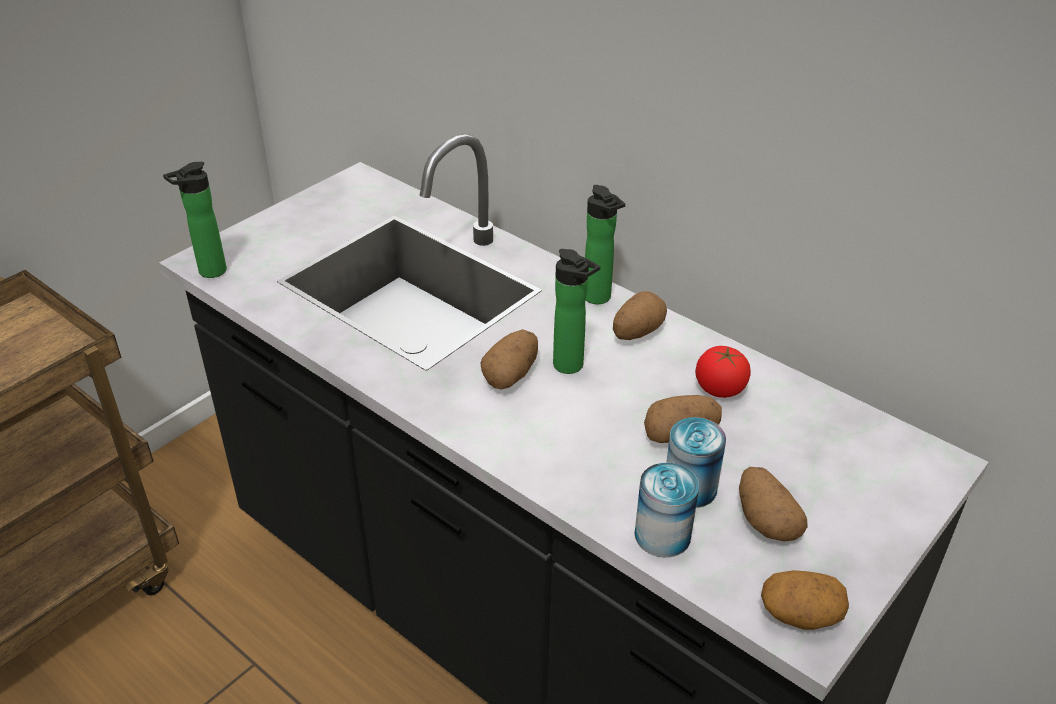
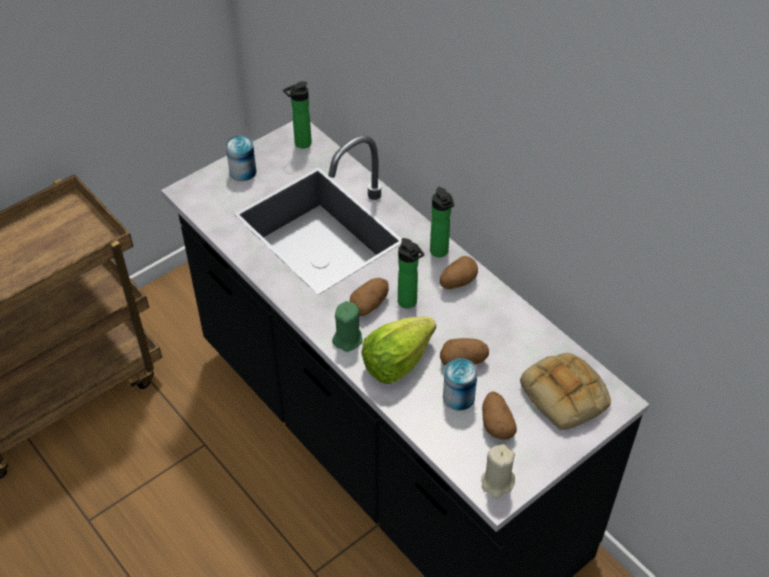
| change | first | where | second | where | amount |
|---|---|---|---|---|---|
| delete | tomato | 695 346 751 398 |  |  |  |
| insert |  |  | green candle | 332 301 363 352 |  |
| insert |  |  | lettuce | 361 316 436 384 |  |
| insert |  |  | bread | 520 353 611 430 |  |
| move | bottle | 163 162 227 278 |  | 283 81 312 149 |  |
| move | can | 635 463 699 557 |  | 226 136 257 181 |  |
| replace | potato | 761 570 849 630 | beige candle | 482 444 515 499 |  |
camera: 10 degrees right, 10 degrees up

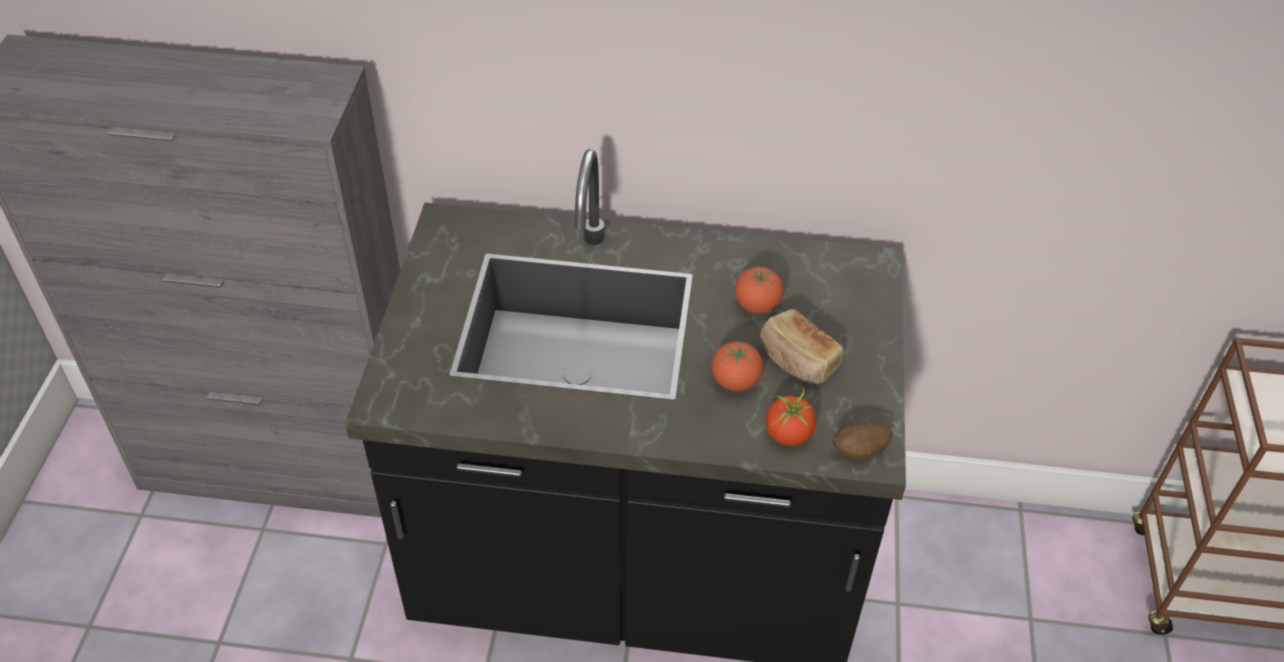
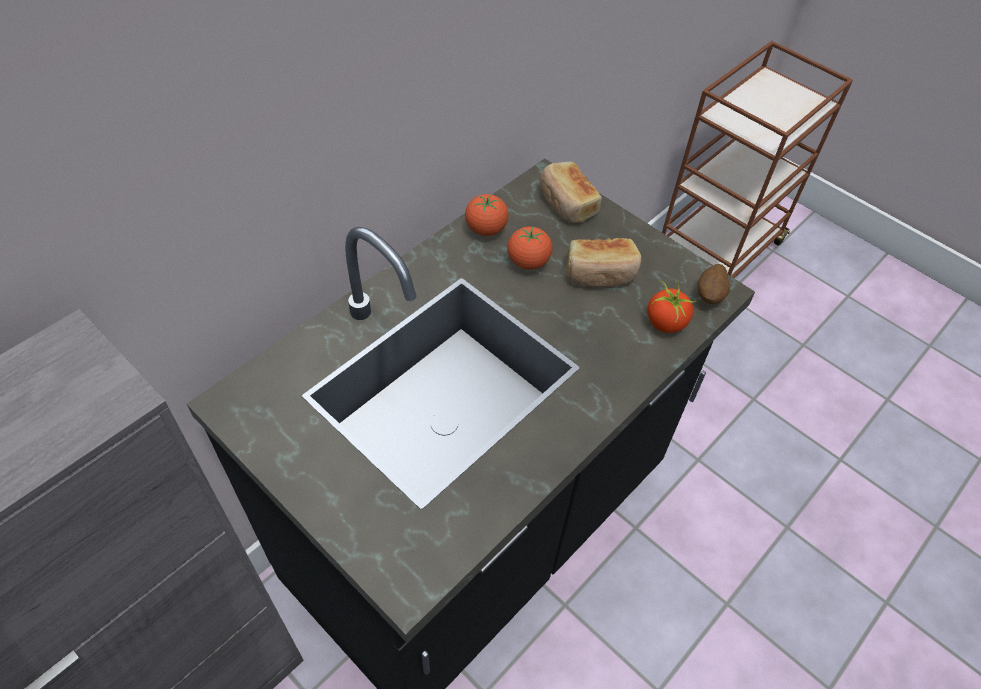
| change | first | where | second | where | amount |
|---|---|---|---|---|---|
| insert |  |  | bread | 540 162 602 223 |  |
| move | tomato | 711 341 763 391 |  | 465 194 509 236 |  |
camera: 55 degrees left, 5 degrees up

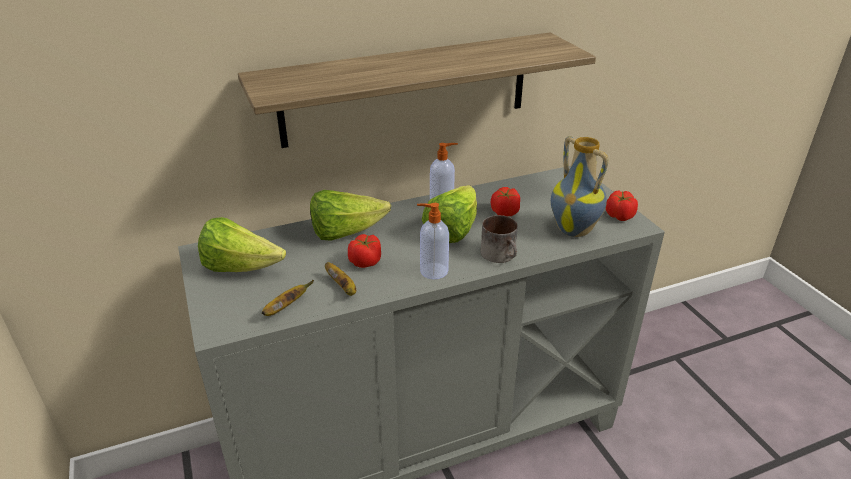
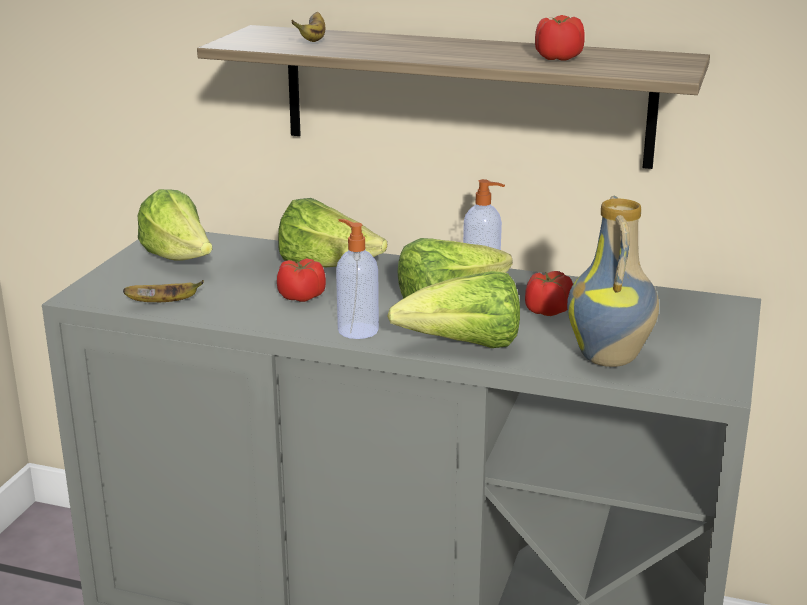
| change | first | where | second | where | amount |
|---|---|---|---|---|---|
| move | banana | 325 262 356 296 |  | 291 12 325 42 |  |
| move | tomato | 606 190 638 221 |  | 535 15 585 61 |  |
| replace | mug | 481 215 518 263 | lettuce | 387 271 520 348 |  |
camera: 40 degrees right, 10 degrees down

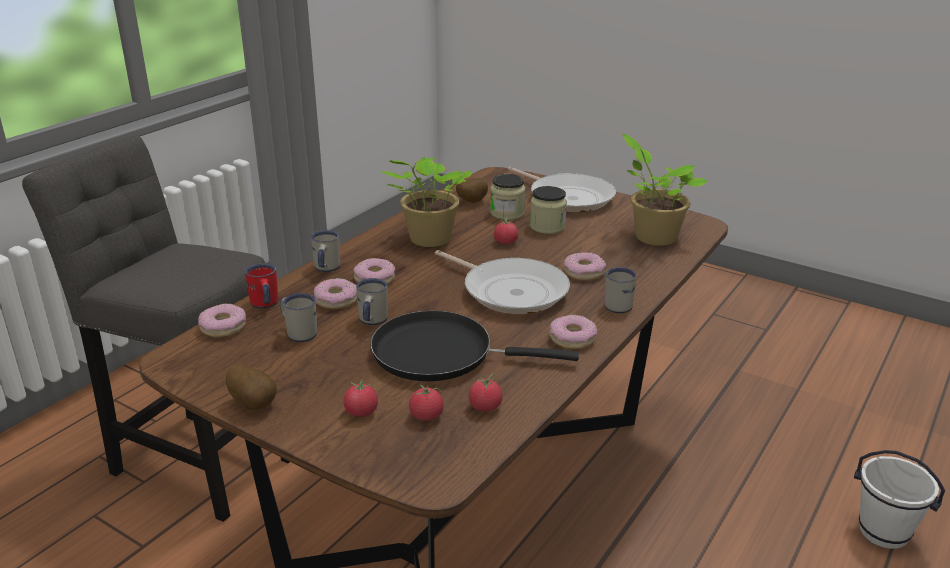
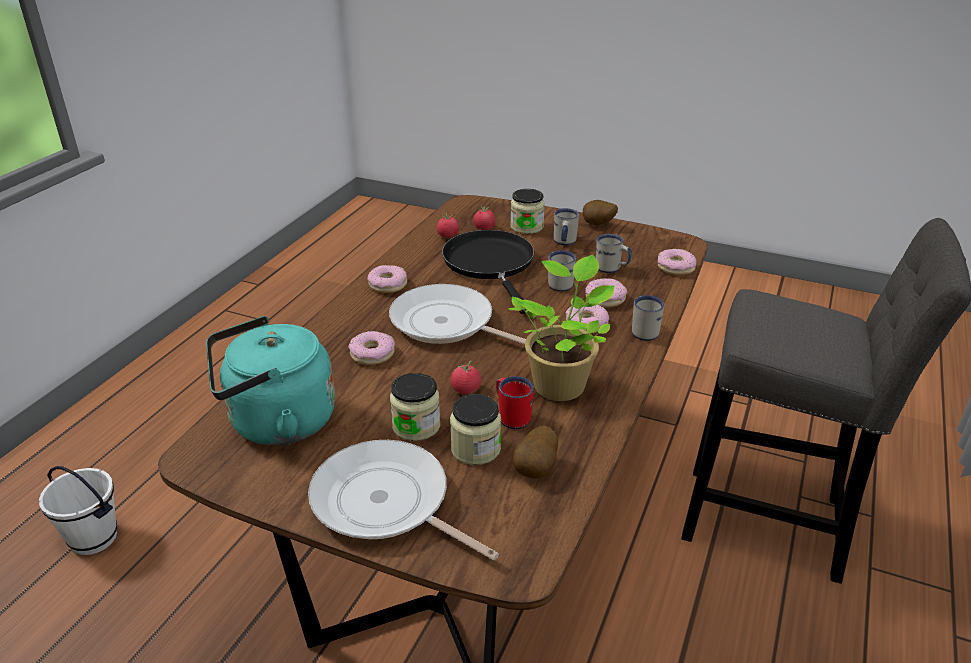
| change | first | where | second | where | amount |
|---|---|---|---|---|---|
| move | red mug | 245 263 278 309 |  | 496 376 534 429 |  |
| move | white mug | 605 267 636 313 |  | 554 208 579 245 |  |
| replace | tomato | 344 378 378 417 | jar | 510 189 545 234 |  |
| replace | potted plant | 622 134 708 246 | turquoise kettle | 206 316 335 445 |  |
| rotate | black frying pan | 371 311 579 381 |  | 442 230 534 314 | 105 degrees counterclockwise |
camera: 170 degrees right, 5 degrees up

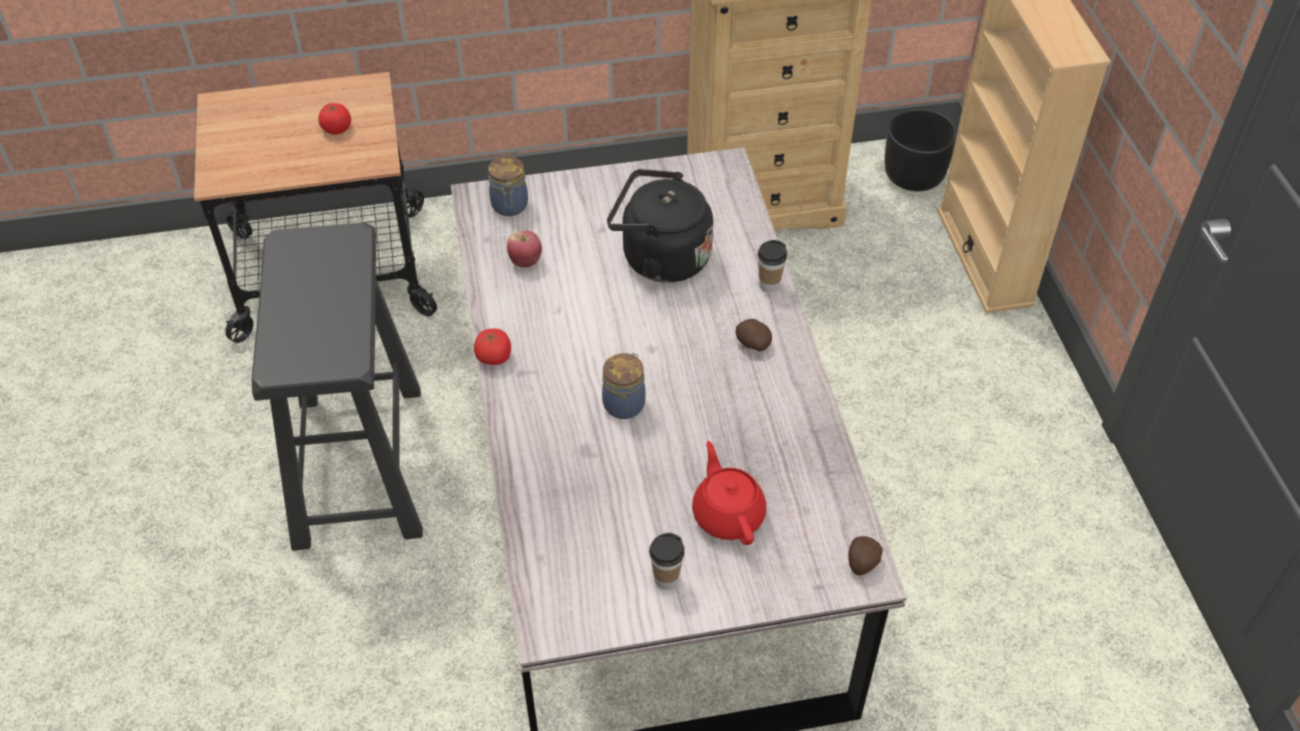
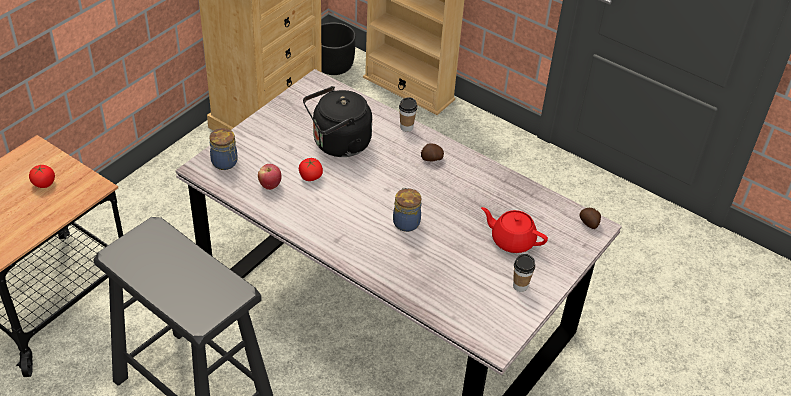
| change | first | where | second | where | amount |
|---|---|---|---|---|---|
| move | tomato | 474 329 511 365 |  | 299 158 323 181 |  |
camera: 45 degrees left, 5 degrees down

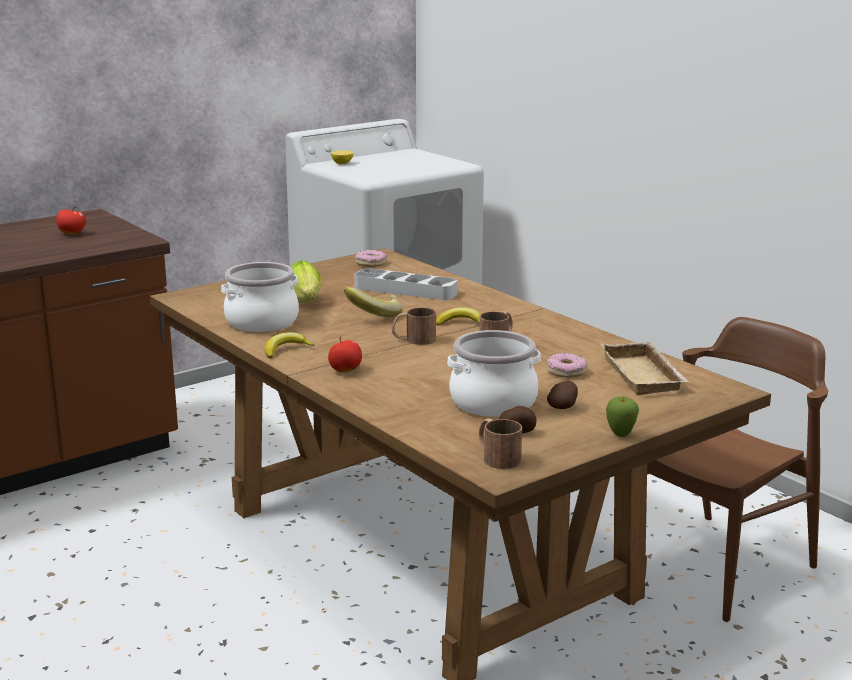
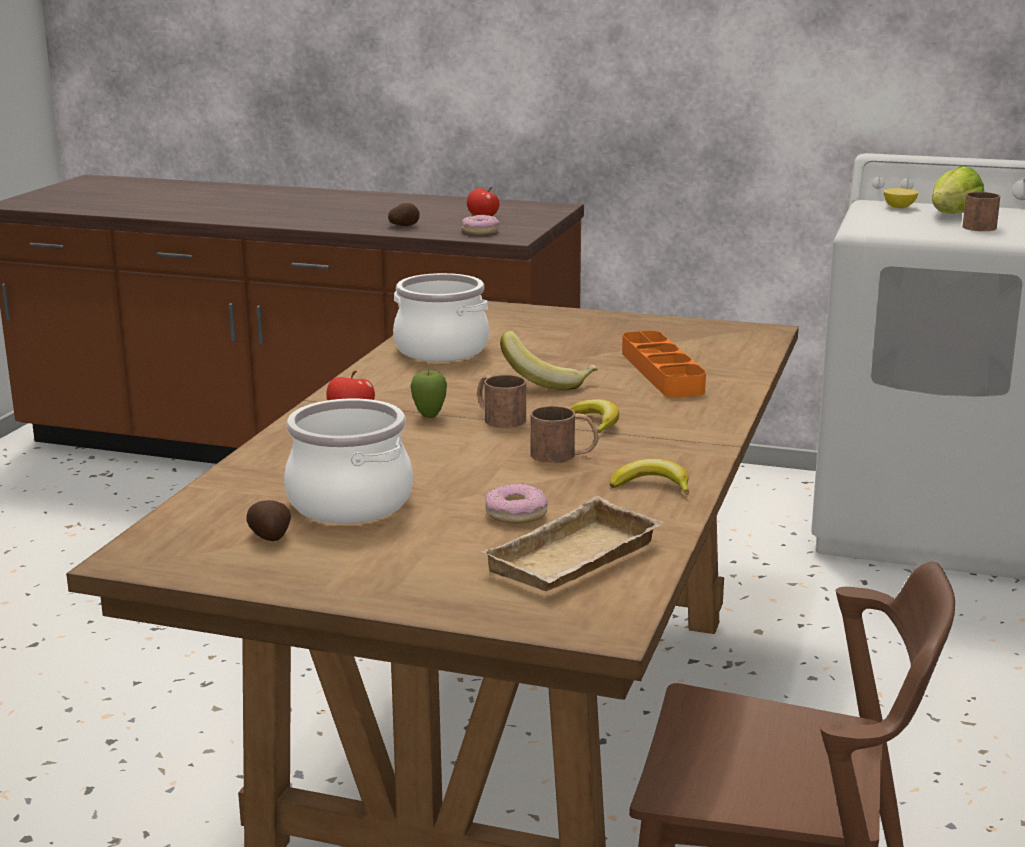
| change | first | where | second | where | amount |
|---|---|---|---|---|---|
| move | banana | 265 332 315 358 |  | 610 459 689 495 |  |
| move | lettuce | 291 261 322 303 |  | 932 166 984 214 |  |
| move | donut | 355 250 387 267 |  | 462 215 500 235 |  |
| move | brown mug | 479 418 522 469 |  | 962 191 1000 231 |  |
| move | potato | 547 381 578 409 |  | 388 203 420 226 |  |
| move | apple | 606 396 639 437 |  | 411 370 447 418 |  |
| recolor | grey tray | 354 268 458 300 | orange tray | 622 331 706 397 |  |
camera: 55 degrees right, 0 degrees up

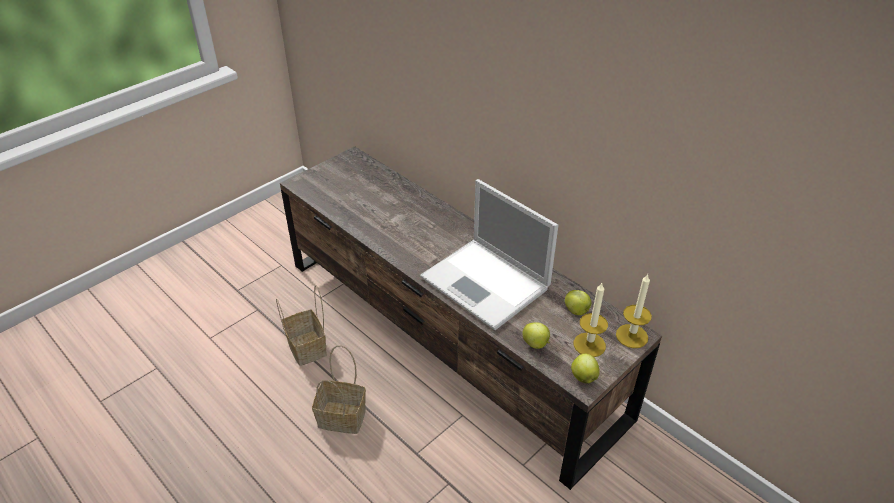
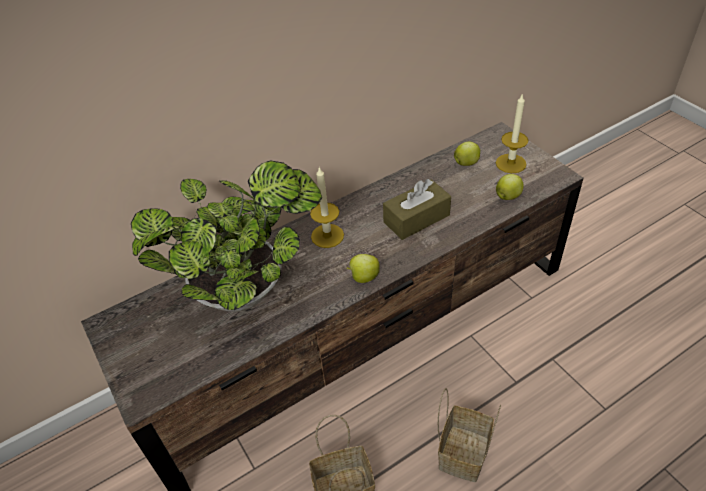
| change | first | where | second | where | amount |
|---|---|---|---|---|---|
| insert |  |  | potted plant | 131 160 322 312 |  |
| move | apple | 571 353 600 384 |  | 347 254 380 283 |  |
| move | candle | 616 274 652 348 |  | 310 166 344 248 |  |
| replace | laptop | 420 179 558 330 | brown tissue box | 383 179 451 240 |  |
camera: 75 degrees left, 5 degrees up

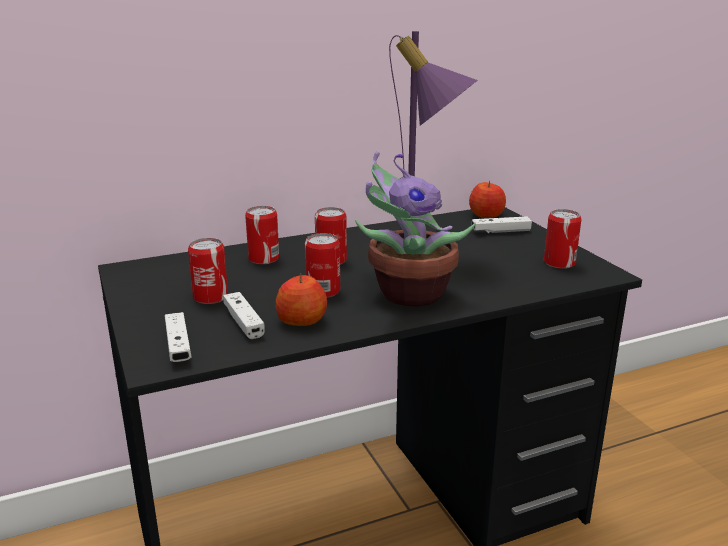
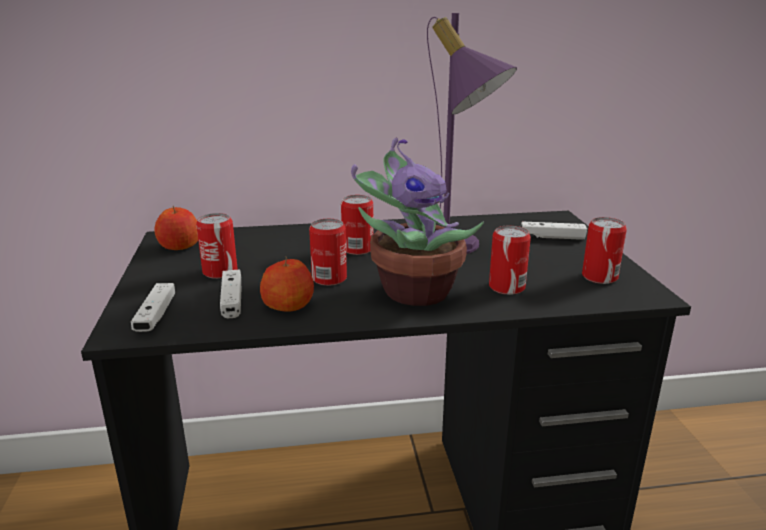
| change | first | where | second | where | amount |
|---|---|---|---|---|---|
| move | can | 245 206 279 264 |  | 489 226 531 295 |  |
| move | apple | 469 180 506 218 |  | 154 206 198 250 |  |
camera: 15 degrees right, 0 degrees up

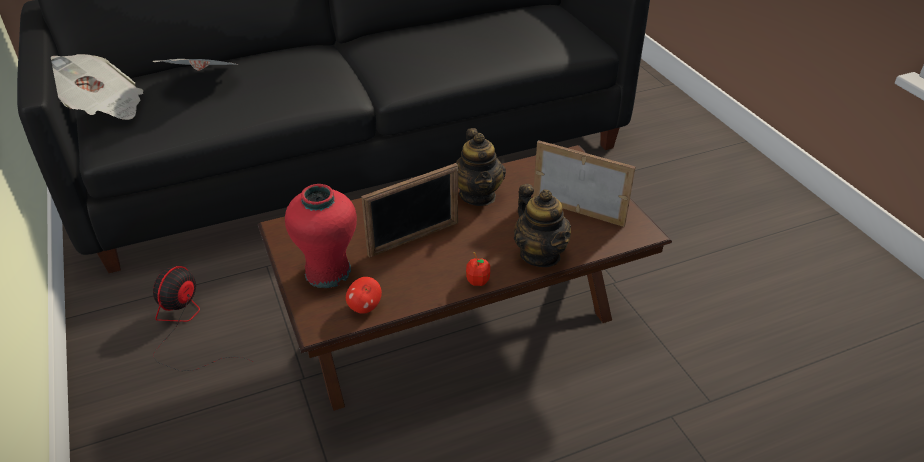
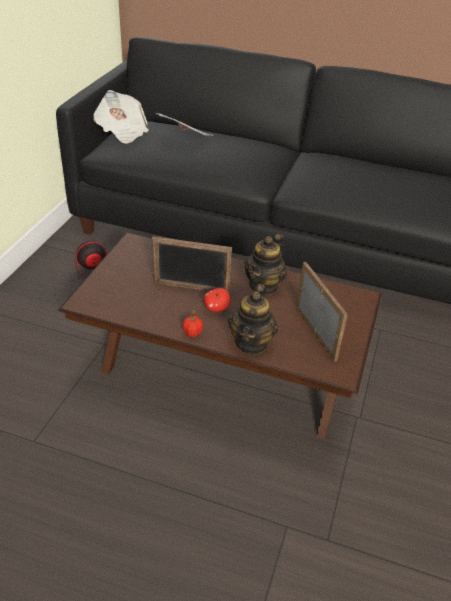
| change | first | where | second | where | amount |
|---|---|---|---|---|---|
| delete | red vase | 285 184 357 288 |  |  |  |
| move | apple | 346 277 382 314 |  | 203 288 231 312 |  |
camera: 40 degrees right, 0 degrees up

